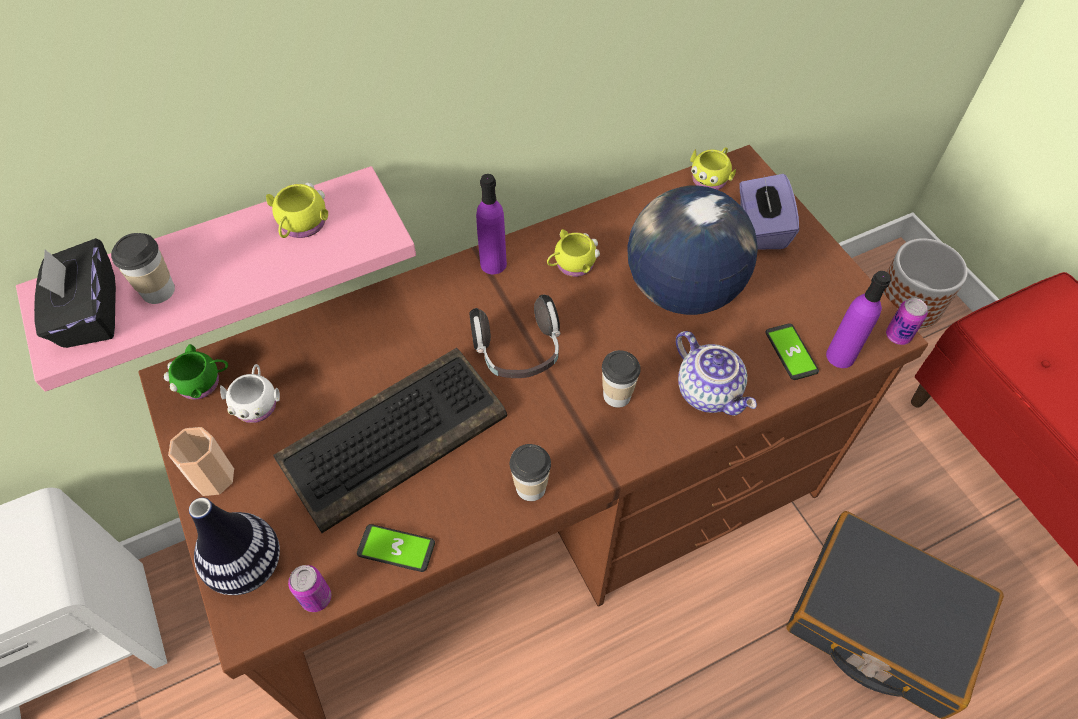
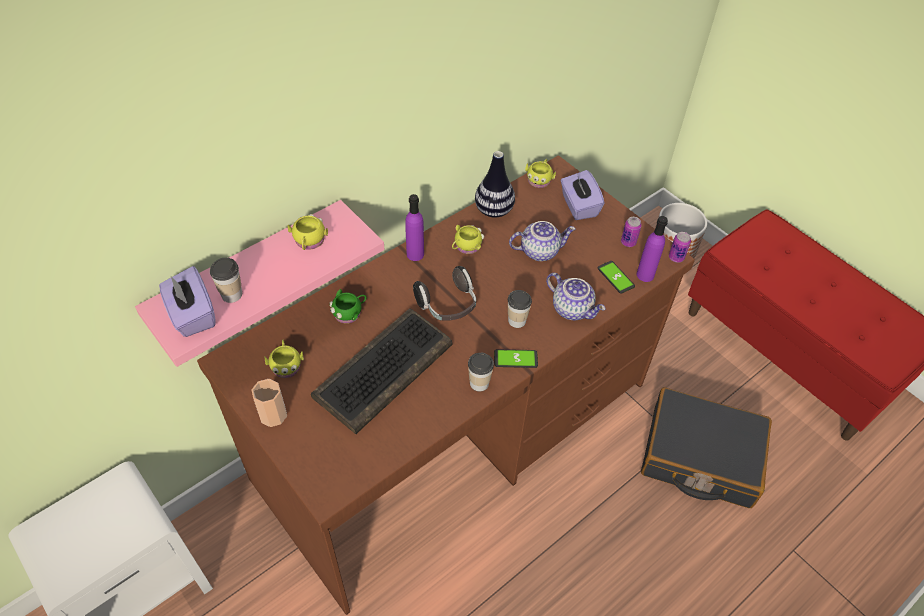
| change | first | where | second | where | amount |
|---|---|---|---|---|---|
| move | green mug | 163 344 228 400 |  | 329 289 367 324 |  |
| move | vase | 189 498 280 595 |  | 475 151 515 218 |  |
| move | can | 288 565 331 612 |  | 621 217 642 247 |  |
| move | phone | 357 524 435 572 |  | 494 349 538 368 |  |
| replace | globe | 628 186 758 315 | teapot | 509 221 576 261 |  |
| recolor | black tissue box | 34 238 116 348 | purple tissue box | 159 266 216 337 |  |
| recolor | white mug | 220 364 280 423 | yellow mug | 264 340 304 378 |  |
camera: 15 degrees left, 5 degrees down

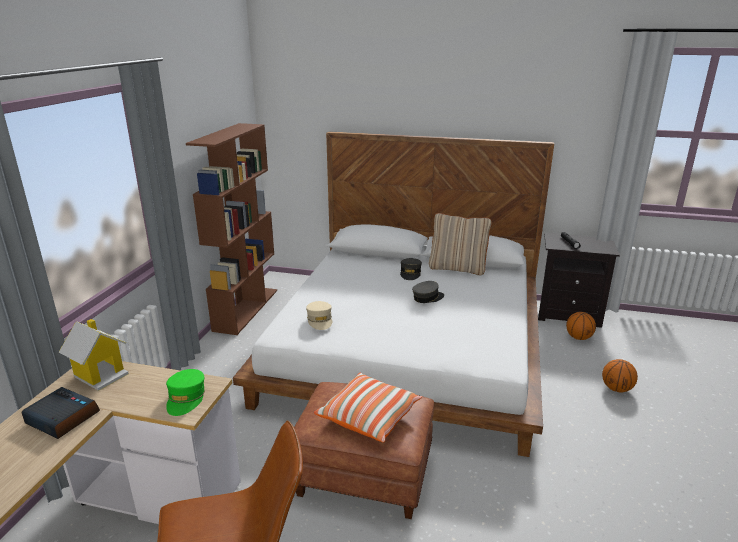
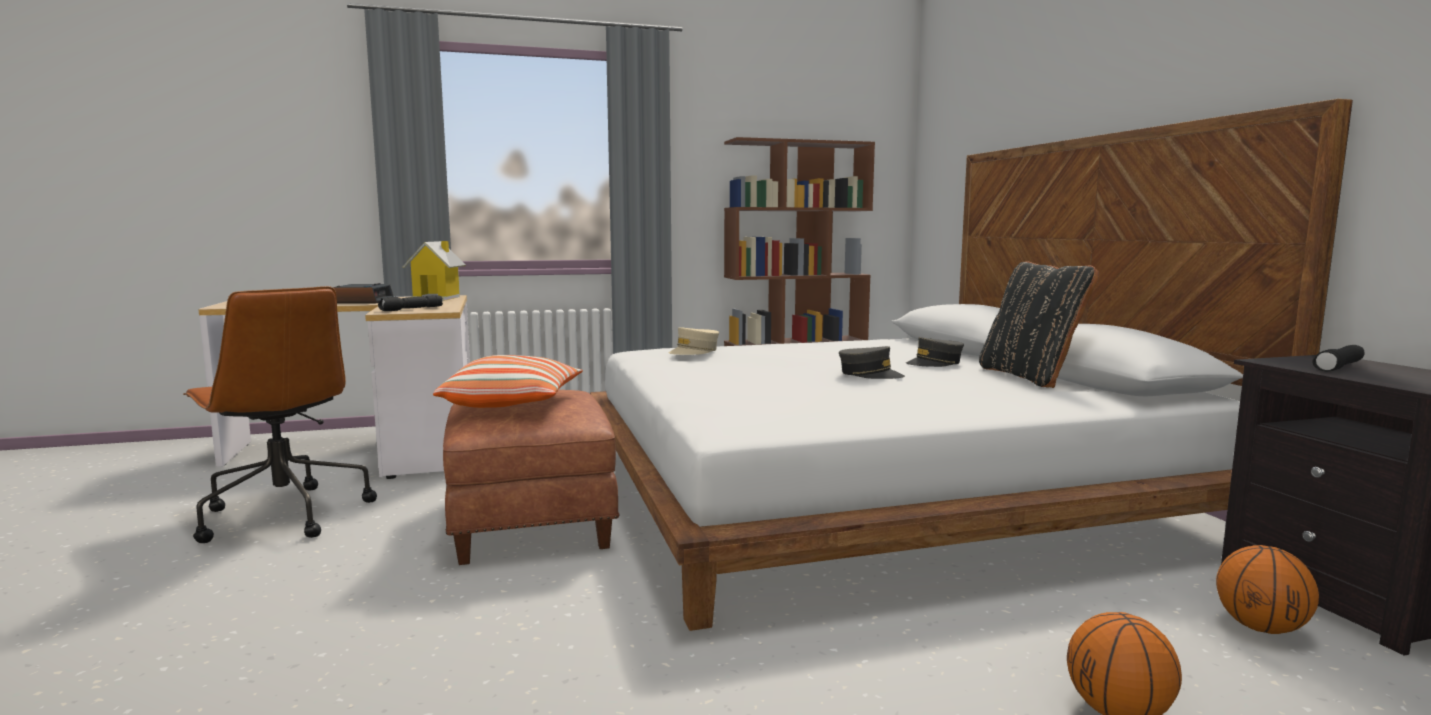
| change | first | where | second | where | amount |
|---|---|---|---|---|---|
| replace | green cap | 166 369 205 416 | black flashlight | 378 295 443 311 |  |
| recolor | beige pillow | 429 213 492 275 | black pillow | 979 261 1099 388 |  |
camera: 60 degrees right, 15 degrees down

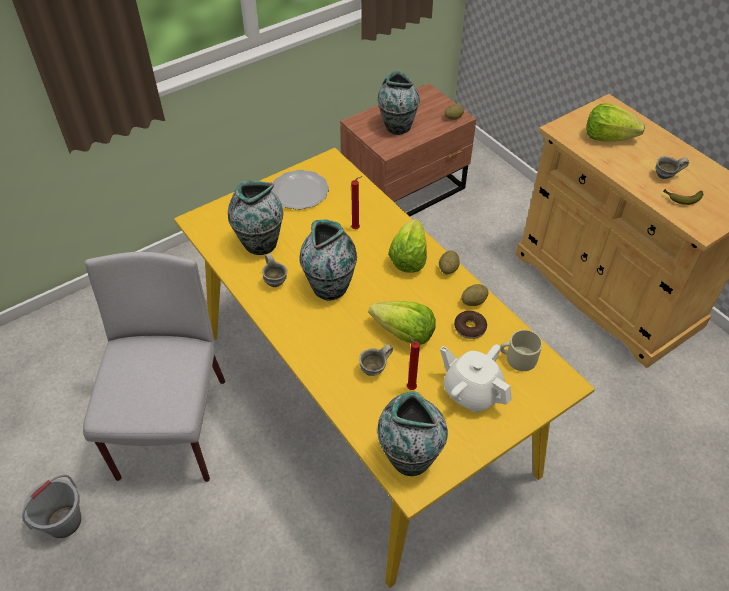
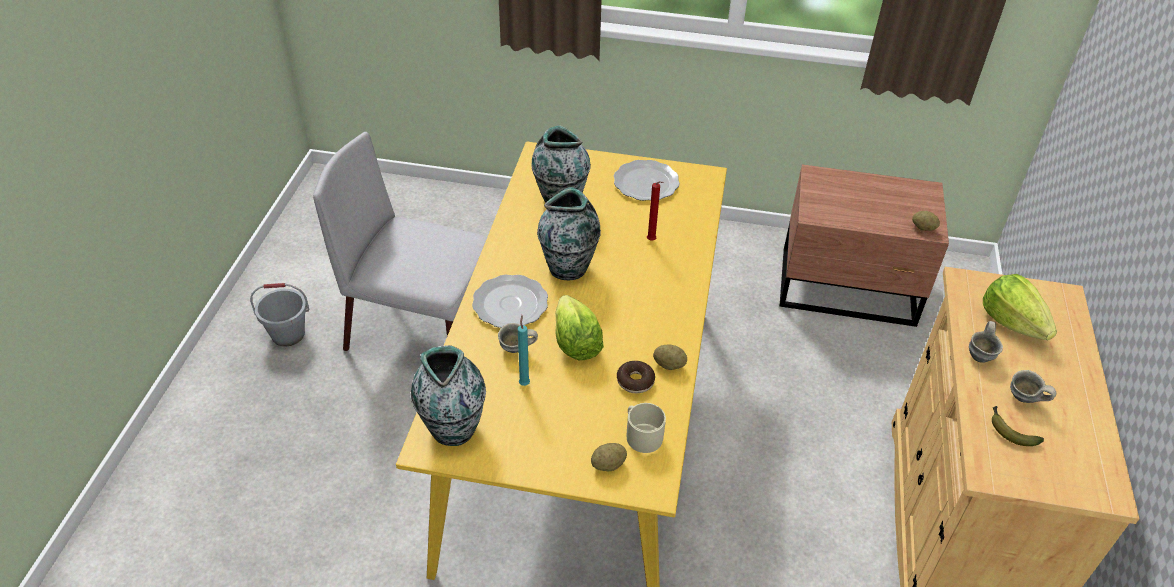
| change | first | where | second | where | amount |
|---|---|---|---|---|---|
| delete | vase | 378 71 420 135 |  |  |  |
| delete | lettuce | 388 219 427 273 |  |  |  |
| delete | white teapot | 440 344 512 412 |  |  |  |
| insert |  |  | plate | 472 274 548 328 |  |
| move | grey mug | 262 253 287 287 |  | 969 321 1003 362 |  |
| move | potato | 439 250 460 275 |  | 591 443 627 471 |  |
| recolor | red candle | 407 334 420 390 | turquoise candle | 518 315 530 386 |  |
| rotate | grey chair | 83 252 225 482 |  | 313 132 487 351 | 120 degrees counterclockwise |
camera: 45 degrees right, 5 degrees down

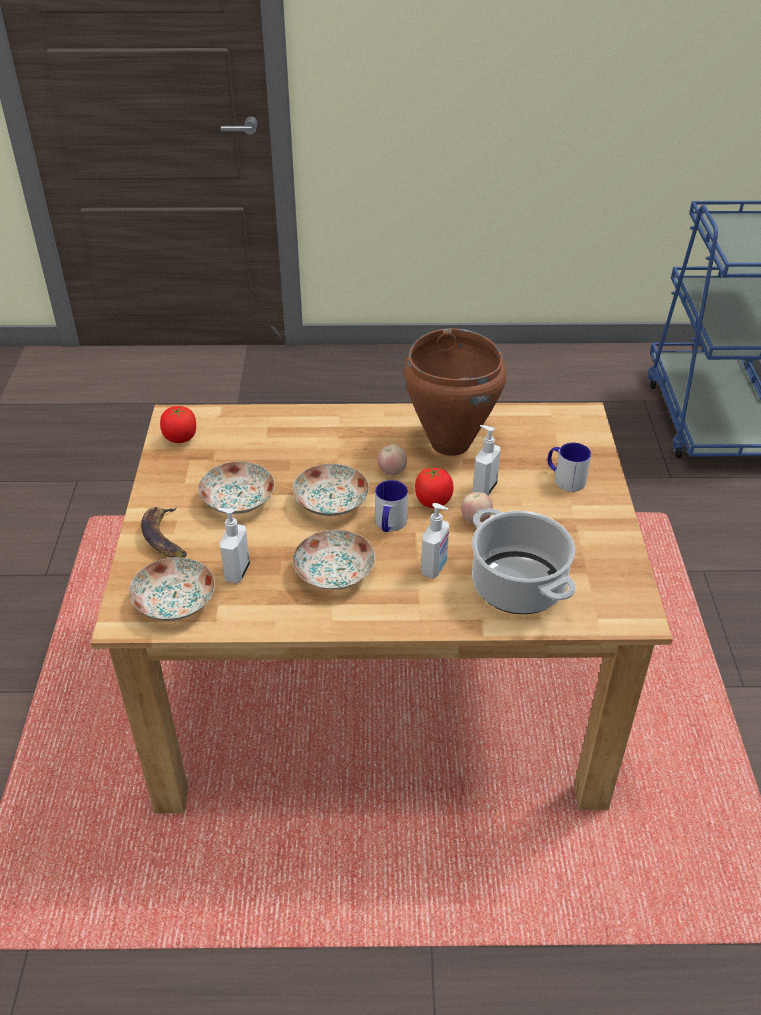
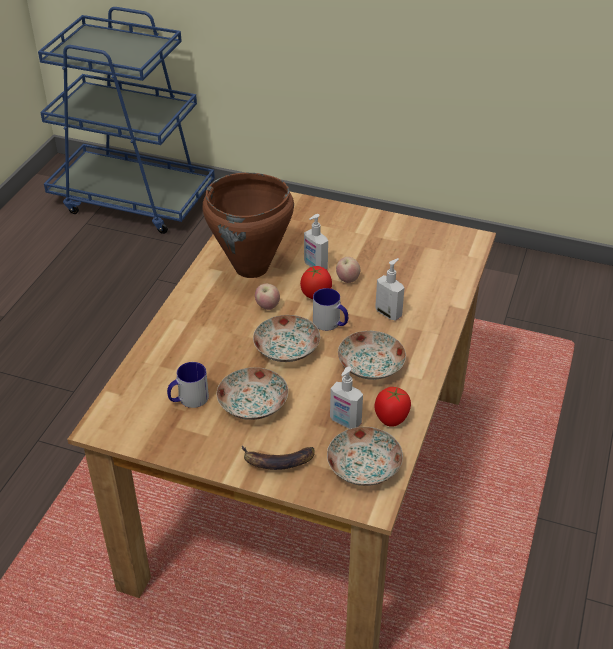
| change | first | where | second | where | amount |
|---|---|---|---|---|---|
| delete | cooking pot | 472 508 576 614 |  |  |  |
| move | tomato | 160 406 196 443 |  | 375 387 411 427 |  |
| move | mug | 547 443 591 492 |  | 167 362 209 408 |  |
camera: 70 degrees left, 0 degrees up

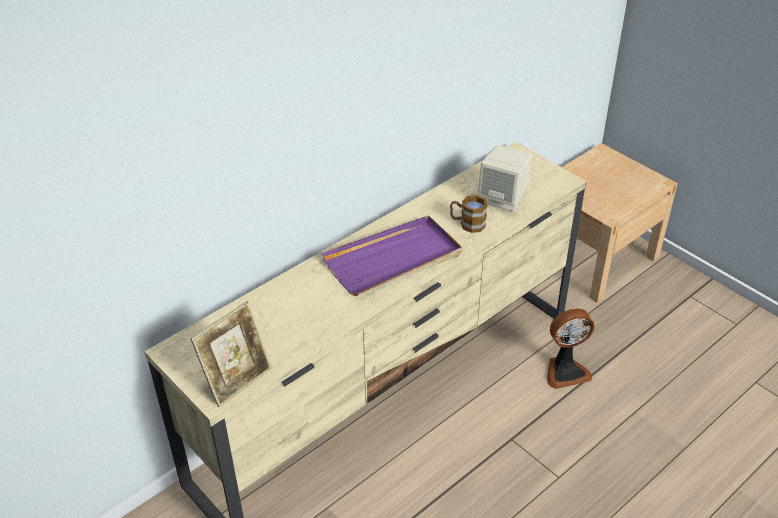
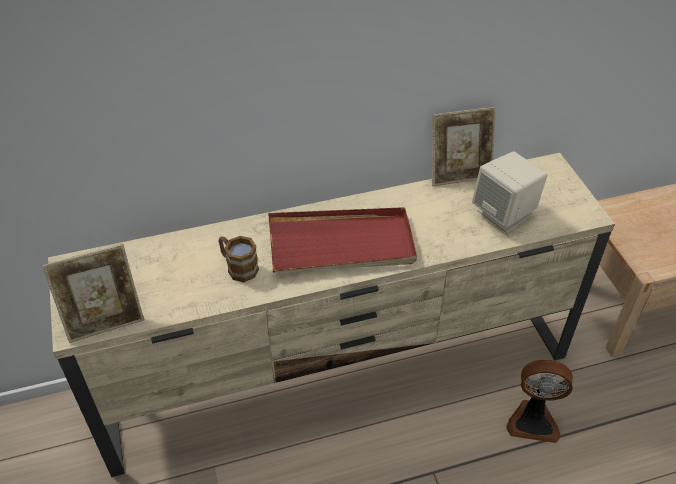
| change | first | where | second | where | amount |
|---|---|---|---|---|---|
| insert |  |  | picture frame | 432 107 496 186 |  |
| move | mug | 450 195 488 233 |  | 219 236 259 282 |  |
| recolor | purple tray | 322 215 462 296 | red tray | 268 207 417 272 |  |
camera: 25 degrees right, 5 degrees up

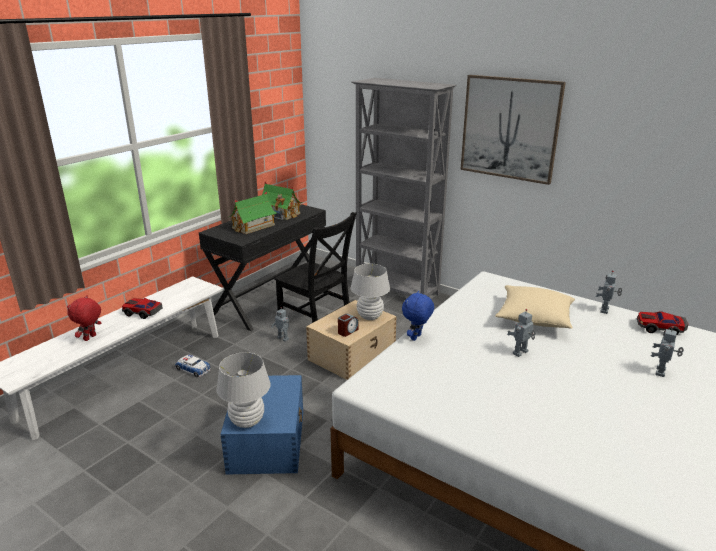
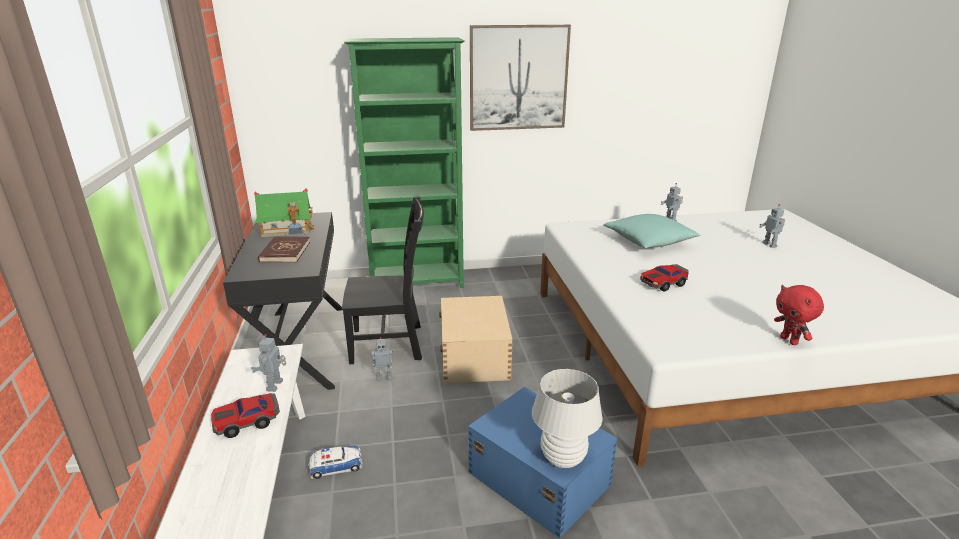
| change | first | where | second | where | amount |
|---|---|---|---|---|---|
| delete | alarm clock | 338 314 358 337 |  |  |  |
| delete | white table lamp | 351 264 390 320 |  |  |  |
| delete | blue plush toy | 402 291 434 341 |  |  |  |
| move | red plush toy | 67 295 101 341 |  | 774 285 824 345 |  |
| move | toy robot | 507 309 536 357 |  | 251 334 286 392 |  |
| move | toy car | 637 312 689 336 |  | 640 264 689 292 |  |
| replace | toy house | 229 192 278 234 | red book | 258 237 310 263 |  |
| recolor | grey bookcase | 352 78 457 297 | green bookcase | 344 37 465 288 |  |
| recolor | beige pillow | 495 285 575 329 | turquoise pillow | 603 214 701 248 |  |
camera: 45 degrees left, 0 degrees up

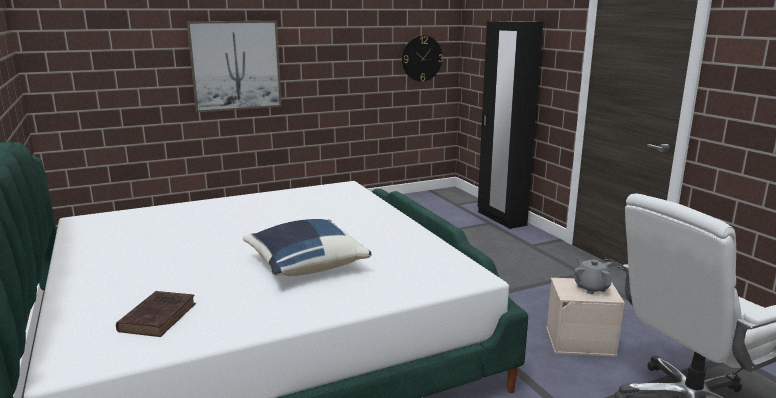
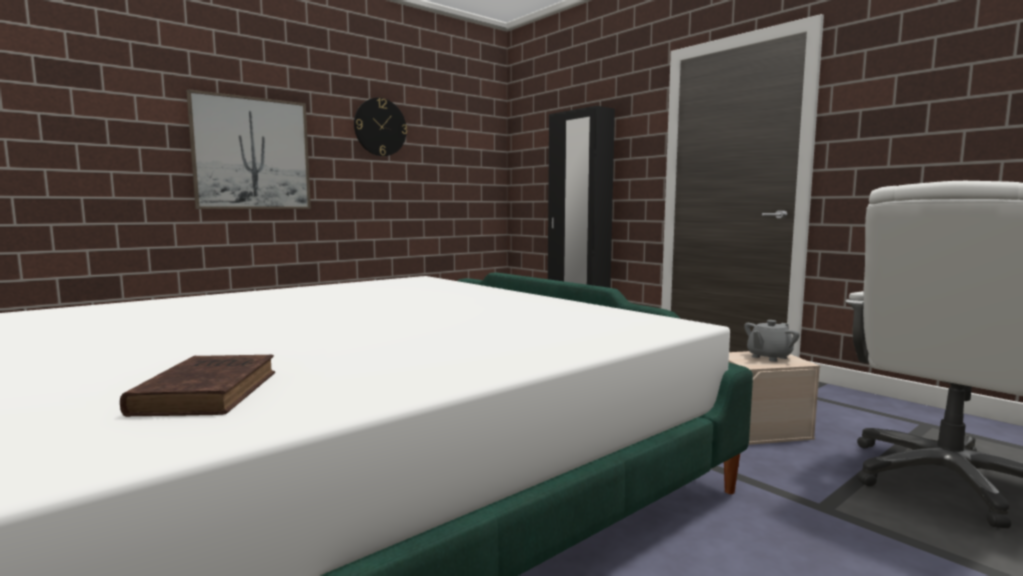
| change | first | where | second | where | amount |
|---|---|---|---|---|---|
| delete | blue pillow | 243 219 372 276 |  |  |  |
| move | wall clock | 402 35 443 81 |  | 354 98 407 156 |  |
| rotate | grey teapot | 574 257 613 294 |  | 744 320 800 362 | 90 degrees counterclockwise |
camera: 15 degrees left, 10 degrees down

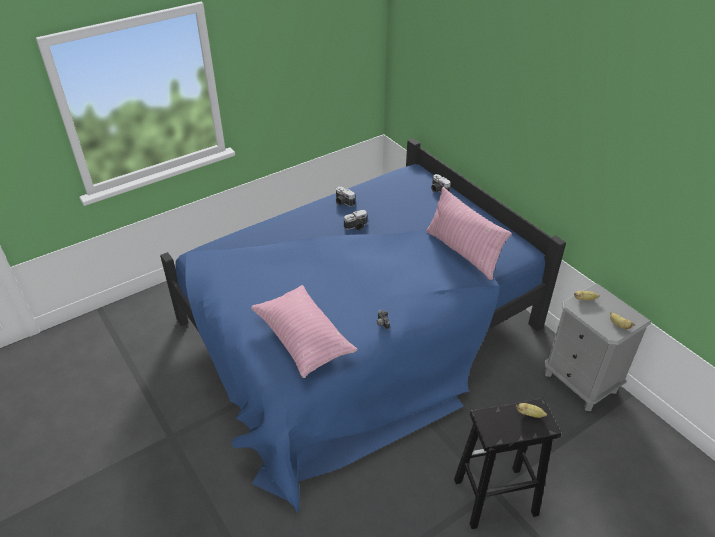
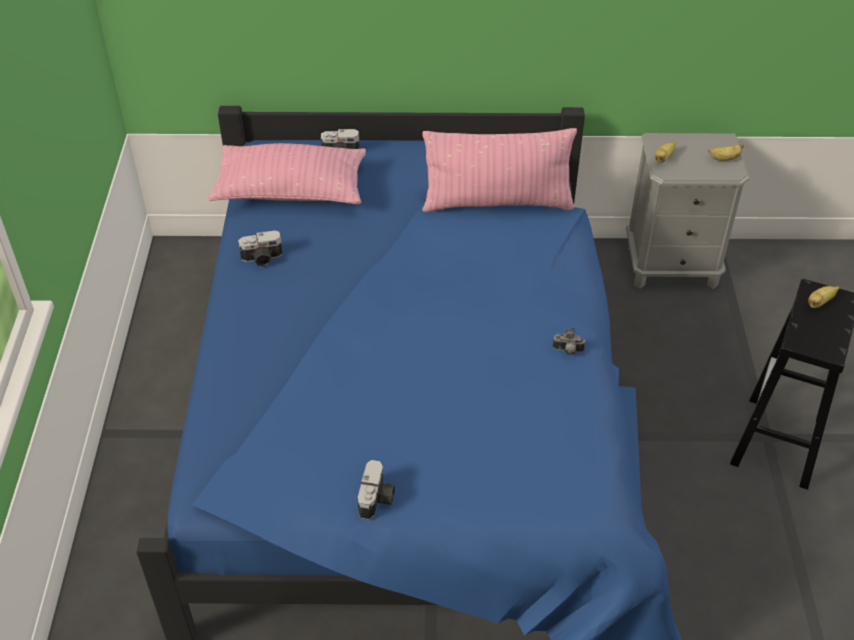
| change | first | where | second | where | amount |
|---|---|---|---|---|---|
| move | pink pillow | 251 285 358 378 |  | 208 143 366 204 |  |
| move | photo camera | 344 210 367 230 |  | 358 460 395 520 |  |
camera: 55 degrees left, 5 degrees up

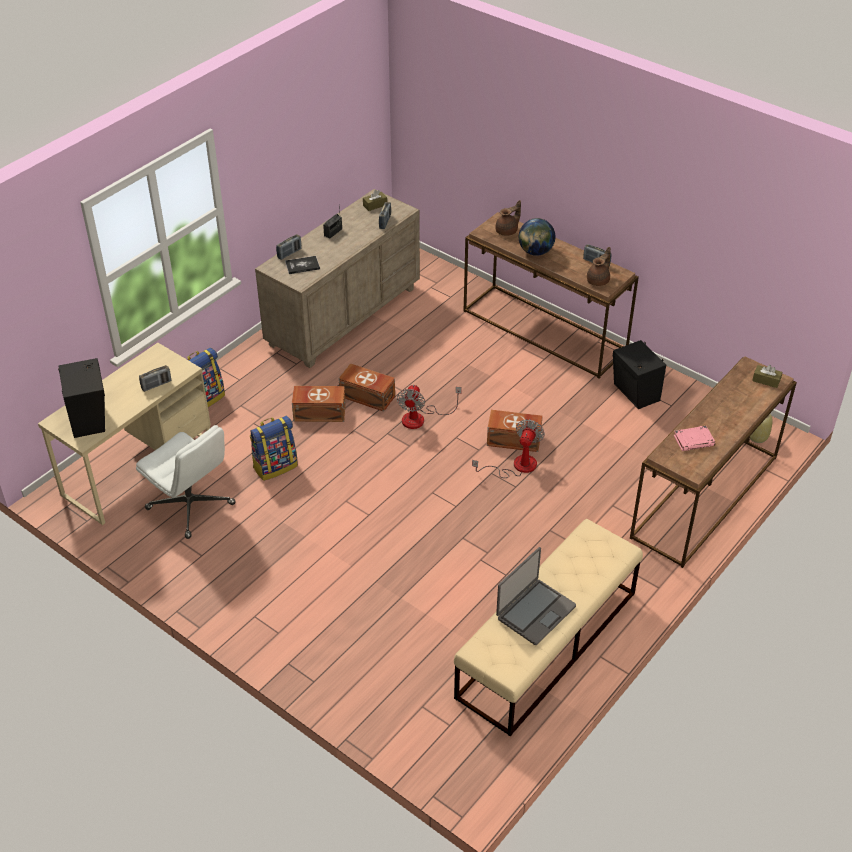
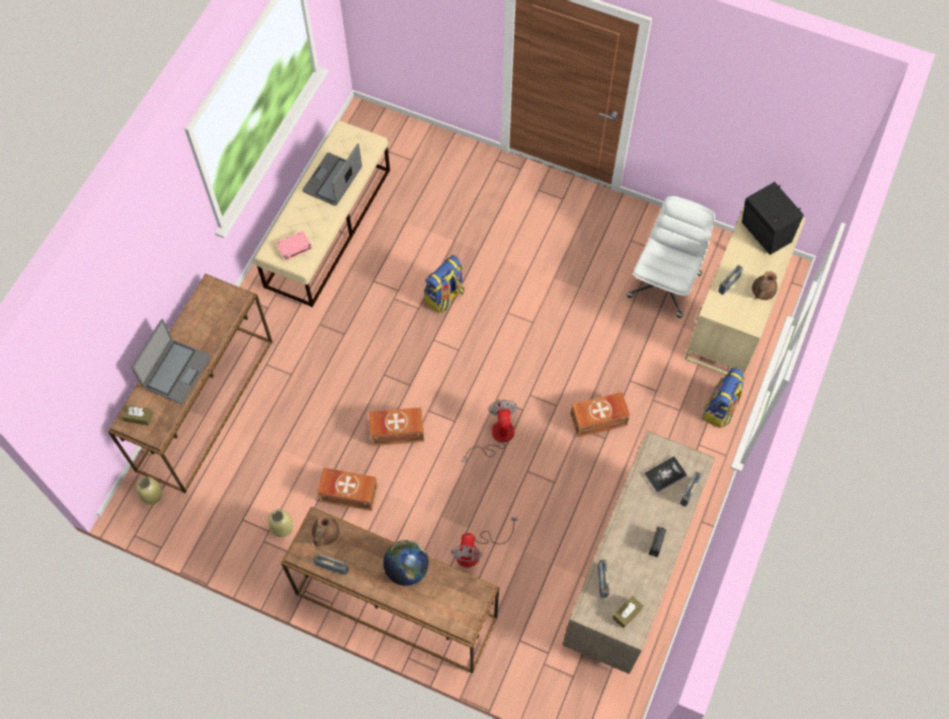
| change | first | where | second | where | amount |
|---|---|---|---|---|---|
| insert |  |  | laptop | 131 319 210 404 |  |
| move | backpack | 250 416 298 481 |  | 424 255 464 314 |  |
| move | brown storage box | 339 363 395 412 |  | 317 467 378 511 |  |
| move | fan | 472 419 545 478 |  | 451 517 518 567 |  |
| move | brown teapot | 495 200 521 236 |  | 752 271 777 300 |  |
| move | pink book | 674 426 715 451 |  | 276 231 312 261 |  |
| replace | black speaker | 613 340 666 409 | beige vase | 268 509 293 537 |  |
| rotate | white office chair | 136 425 236 539 |  | 627 196 715 318 | 90 degrees clockwise |
camera: 165 degrees right, 20 degrees up

